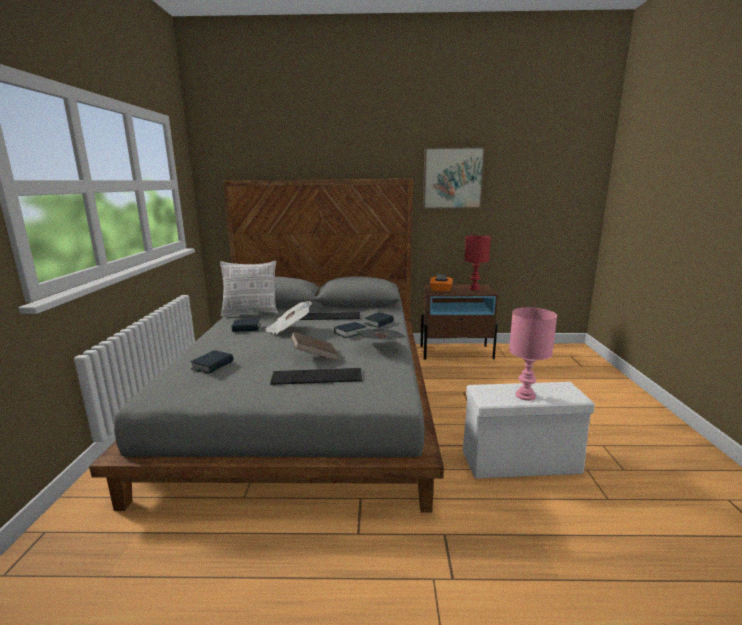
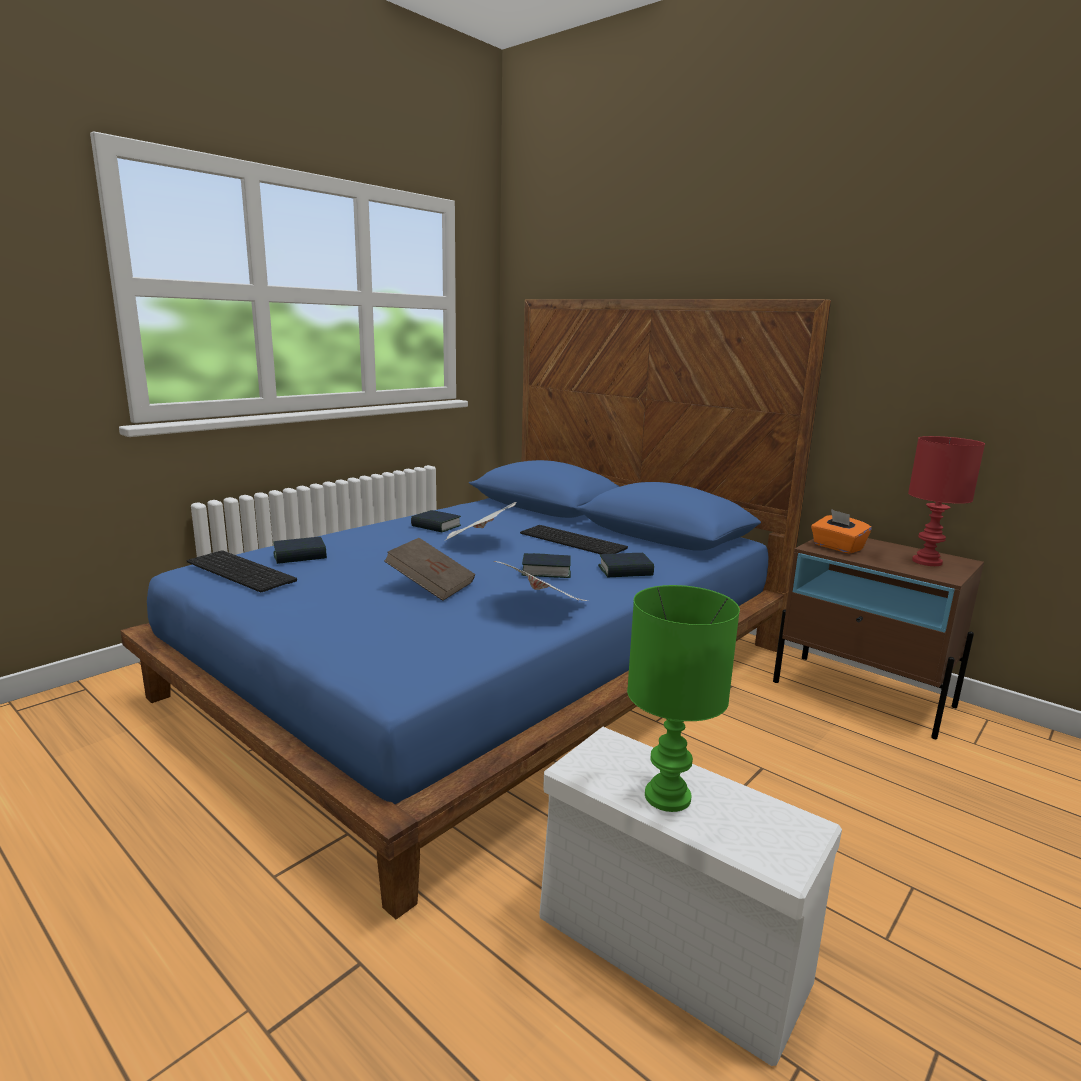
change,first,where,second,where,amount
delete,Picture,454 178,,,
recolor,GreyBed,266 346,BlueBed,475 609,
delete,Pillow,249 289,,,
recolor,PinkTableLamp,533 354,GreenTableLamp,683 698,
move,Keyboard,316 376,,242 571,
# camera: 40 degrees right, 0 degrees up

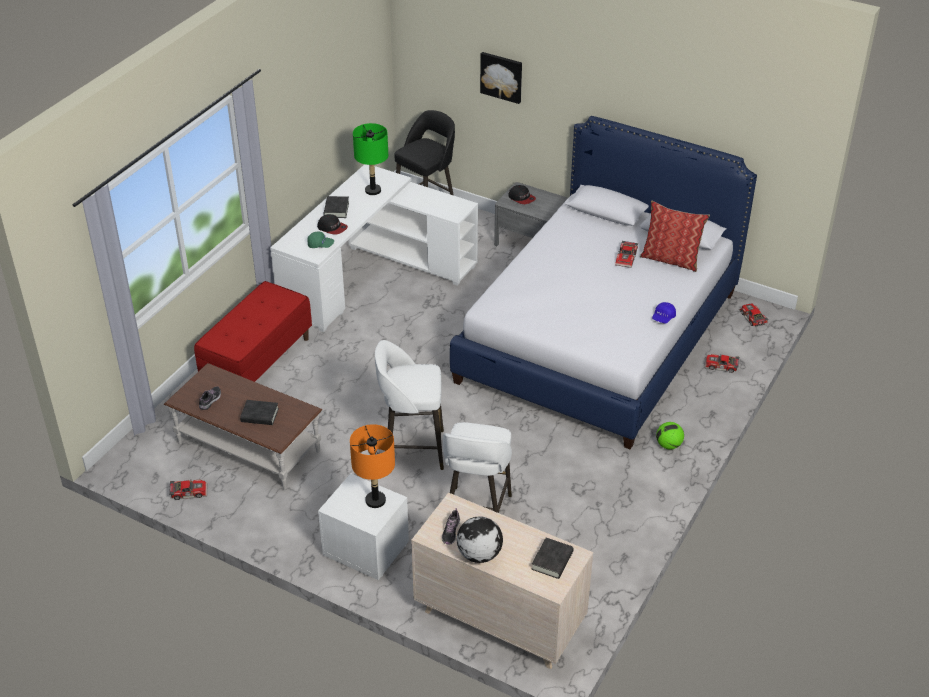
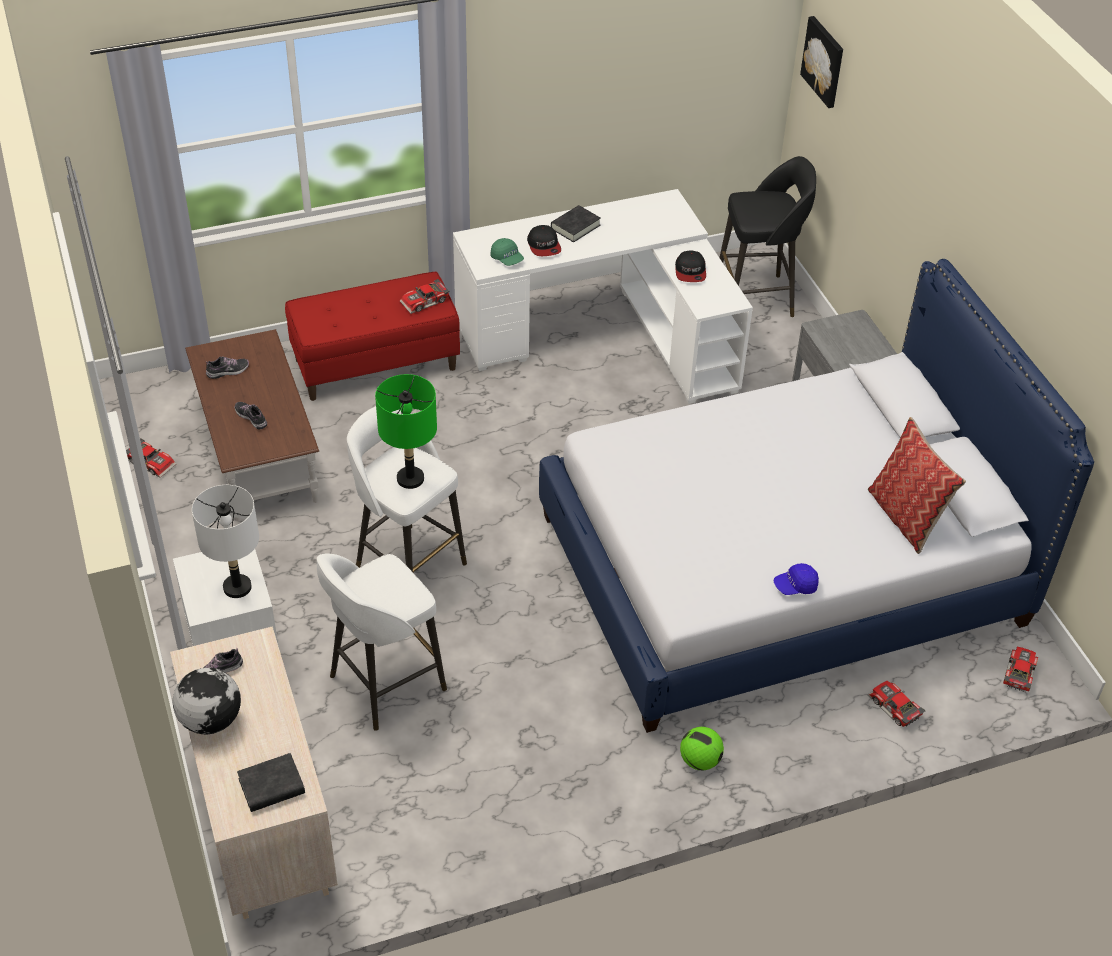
change,first,where,second,where,amount
move,Picture,501 78,,821 62,
move,GreenTableLamp,370 159,,406 431,
move,Cap,522 194,,690 266,
move,ToyCar,626 254,,424 296,
replace,BlackBook,259 412,Shoe,251 416,
recolor,OrangeTableLamp,372 466,WhiteTableLamp,225 541,
# camera: 40 degrees right, 5 degrees up

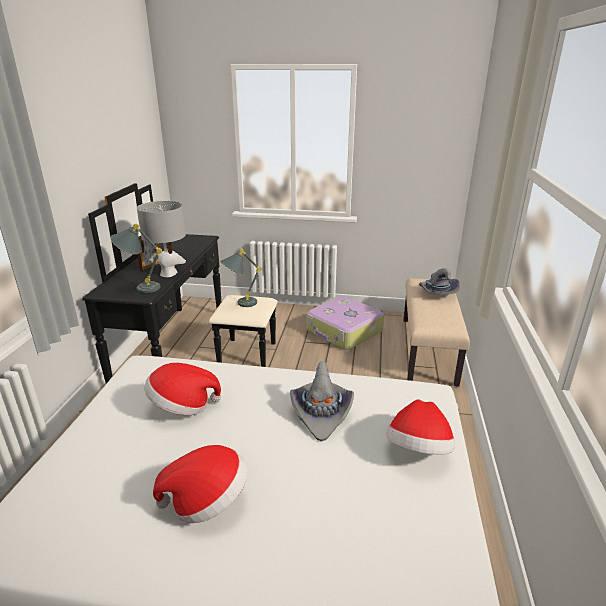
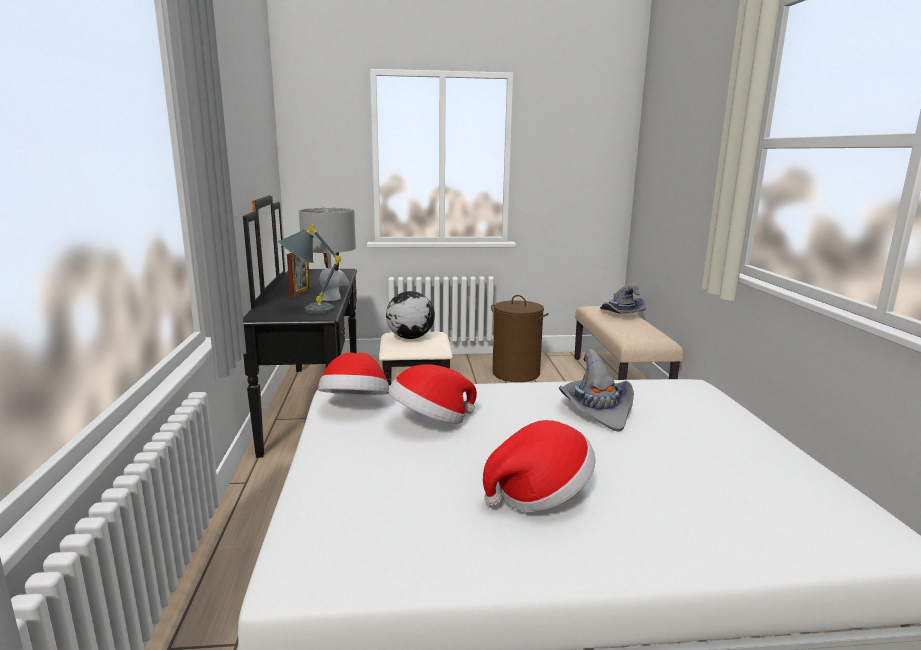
change,first,where,second,where,amount
replace,GreyTableLamp,240 278,Globe,410 315,
replace,Suitcase,345 323,BrownLaundryBasket,520 338,
move,Hat,421 427,,353 373,
# camera: 15 degrees left, 10 degrees down

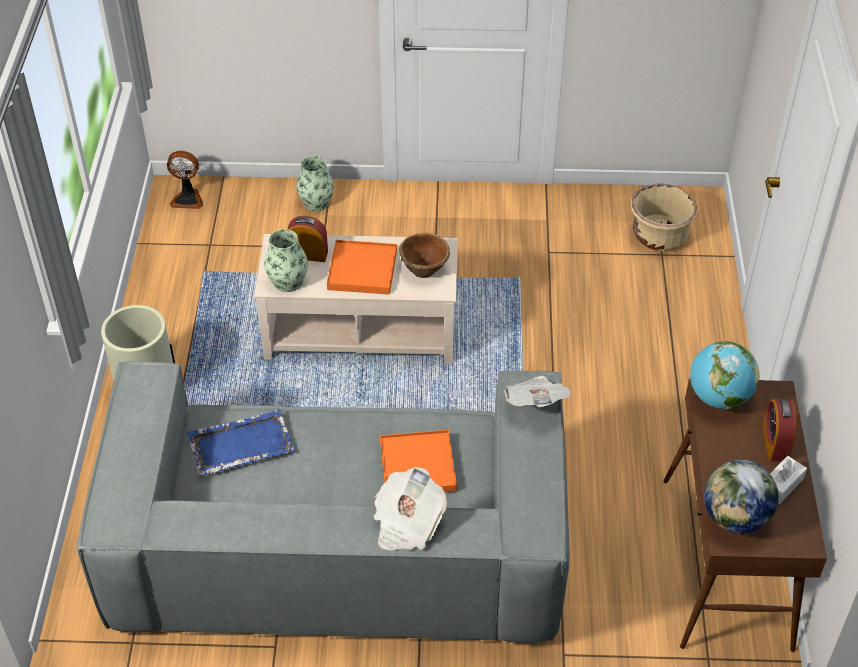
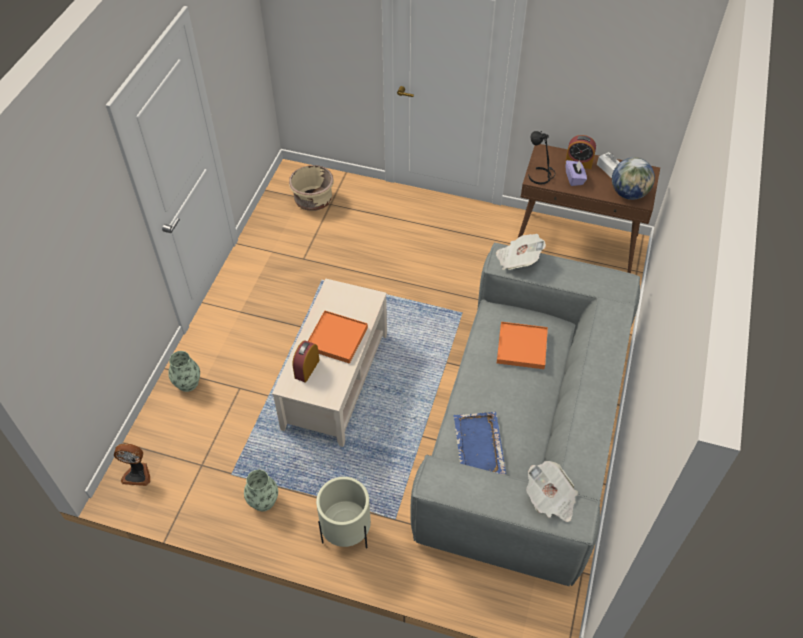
change,first,where,second,where,amount
rotate,Fan,185 180,,132 465,75 degrees clockwise
move,Vase,286 260,,261 490,
delete,BrownBowl,424 255,,,
replace,Globe,725 375,BlackTableLamp,542 158,
move,Newspaper,410 508,,552 491,
insert,,,PurpleTissueBox,576 173,
# camera: 75 degrees left, 5 degrees up

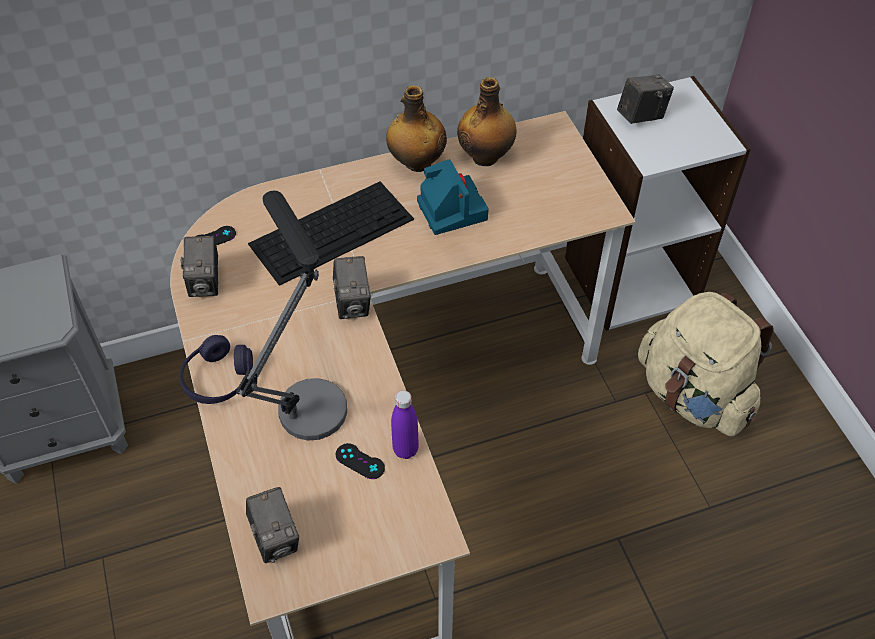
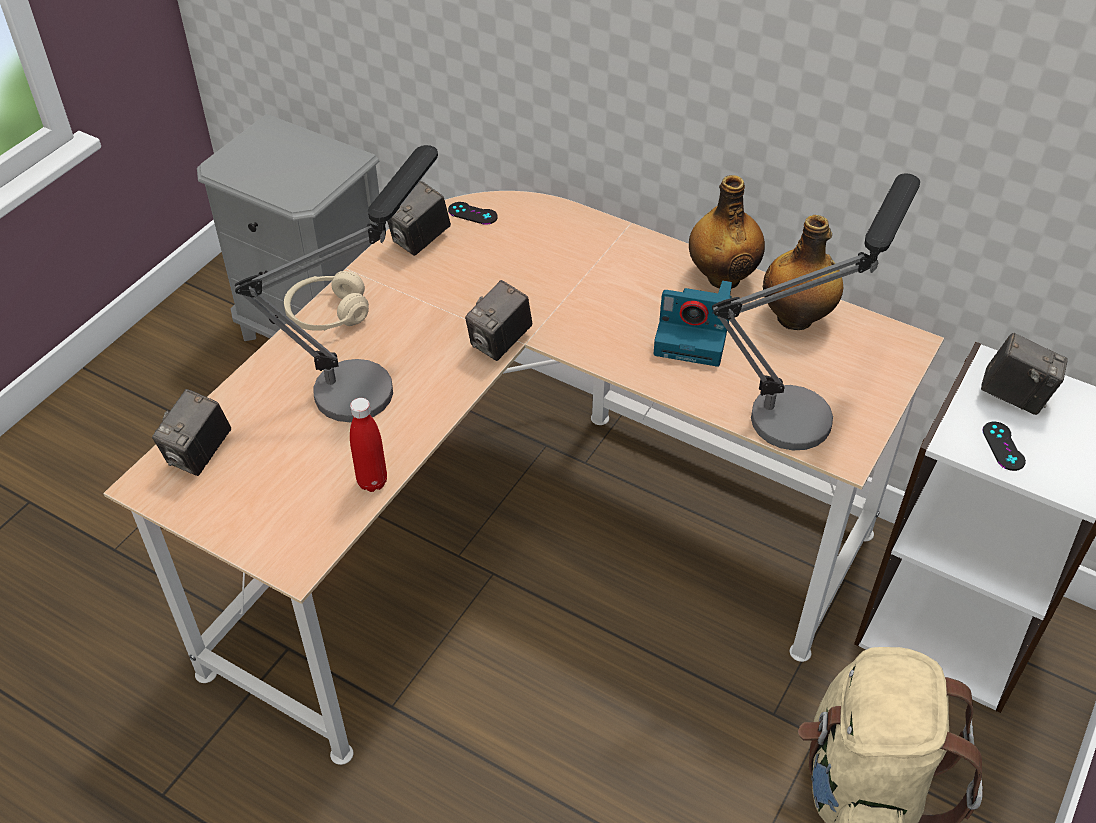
change,first,where,second,where,amount
rotate,PhotoCamera,452 197,,692 324,75 degrees clockwise
delete,Keyboard,331 234,,,
recolor,PurpleHeadphones,216 369,BeigeHeadphones,326 301,
recolor,PurpleBottle,405 424,RedBottle,368 445,
move,BlackGameController,360 461,,1004 446,
insert,,,TableLamp,816 311,
# camera: 50 degrees right, 5 degrees down

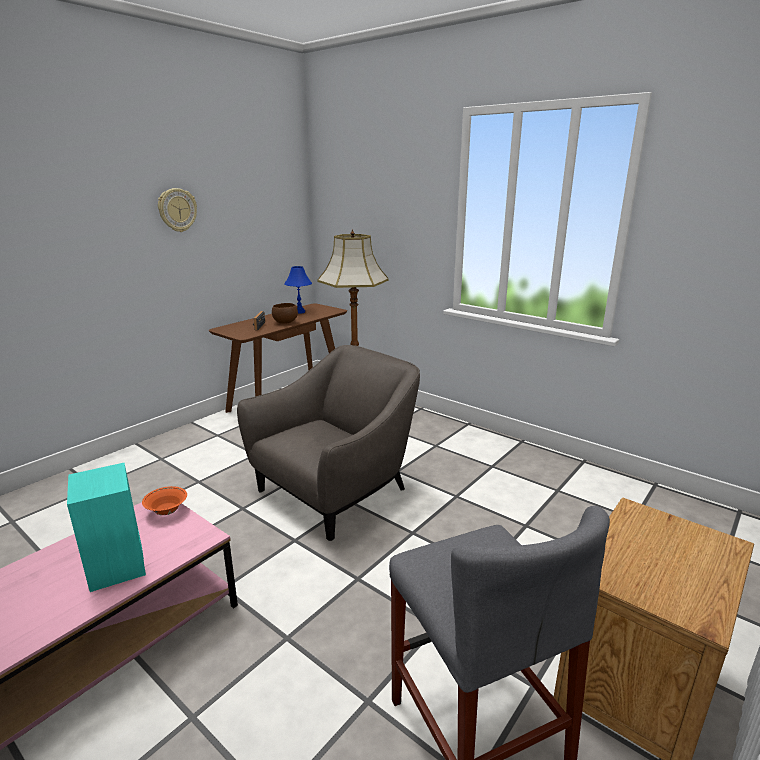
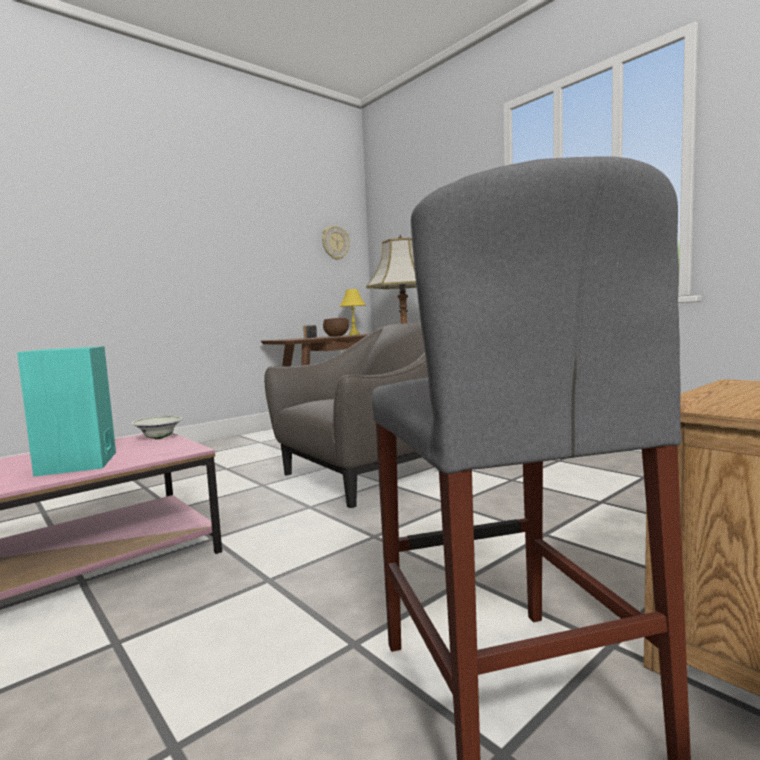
change,first,where,second,where,amount
move,WallClock,177 210,,336 243,
recolor,BlueTableLamp,298 290,YellowTableLamp,352 312,
recolor,OrangeBowl,164 500,WhiteBowl,157 427,
# camera: 10 degrees right, 15 degrees down

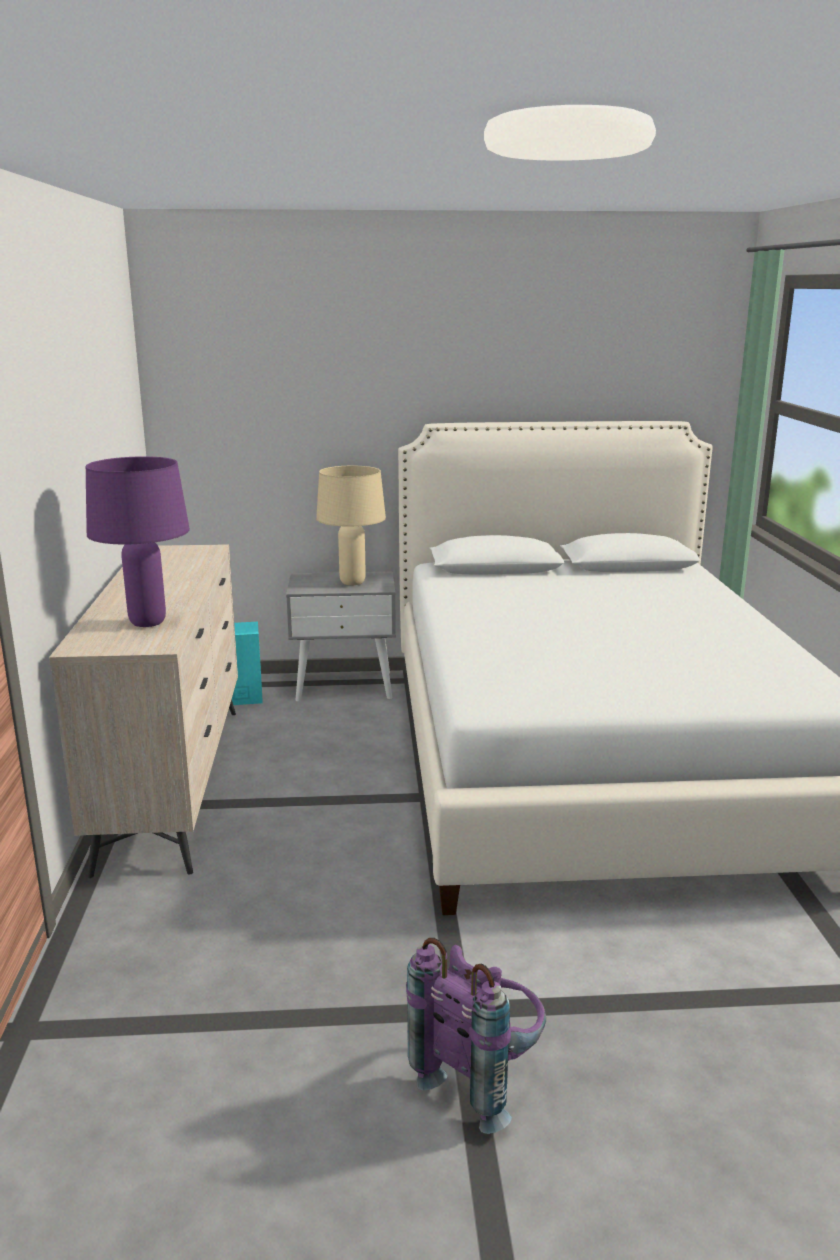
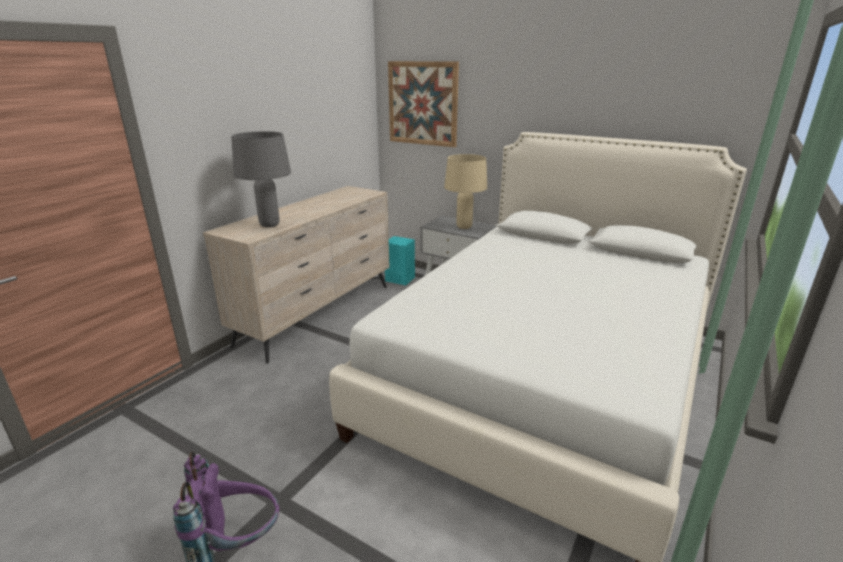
change,first,where,second,where,amount
recolor,PurpleTableLamp,138 541,GreyTableLamp,261 179,
insert,,,Picture,423 104,
# camera: 35 degrees right, 5 degrees up

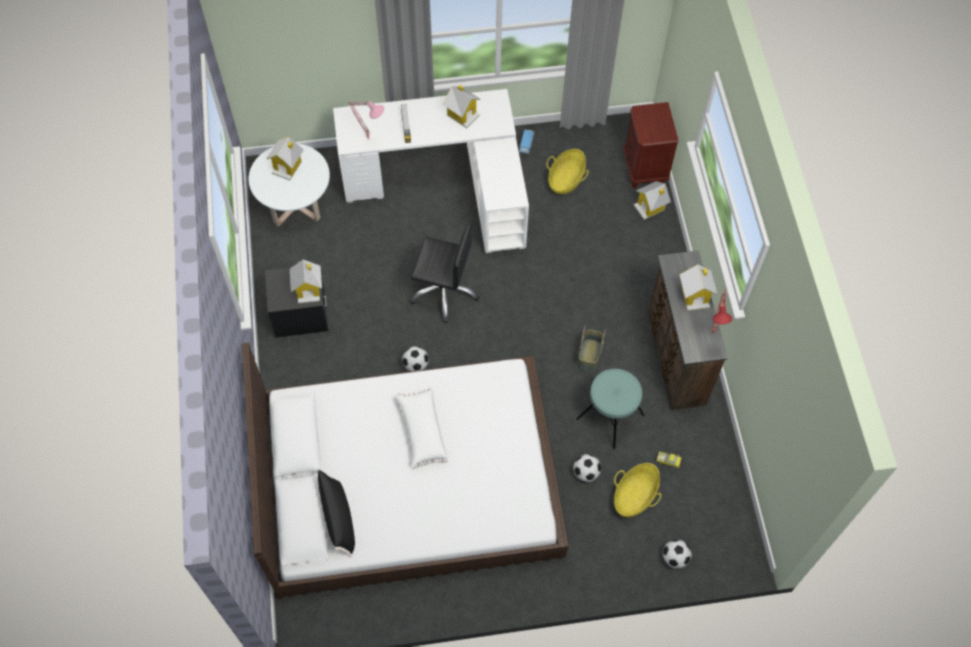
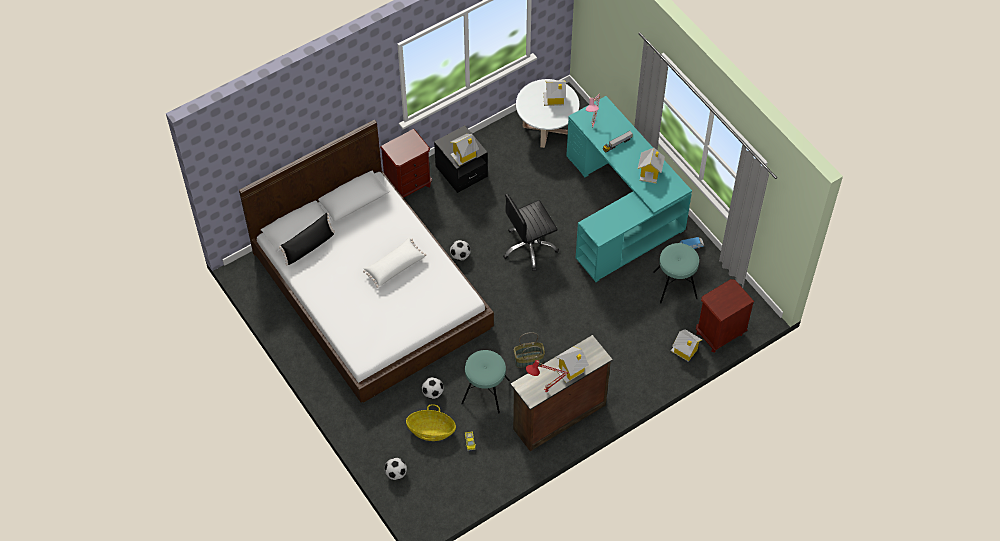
change,first,where,second,where,amount
recolor,WhiteDesk,431 171,TurquoiseDesk,629 189,
replace,Basket,568 171,TurquoiseStool,676 273,
rotate,BlackOfficeChair,444 273,,531 232,75 degrees clockwise
insert,,,BrownNightstand,406 163,
# camera: 65 degrees right, 5 degrees down

